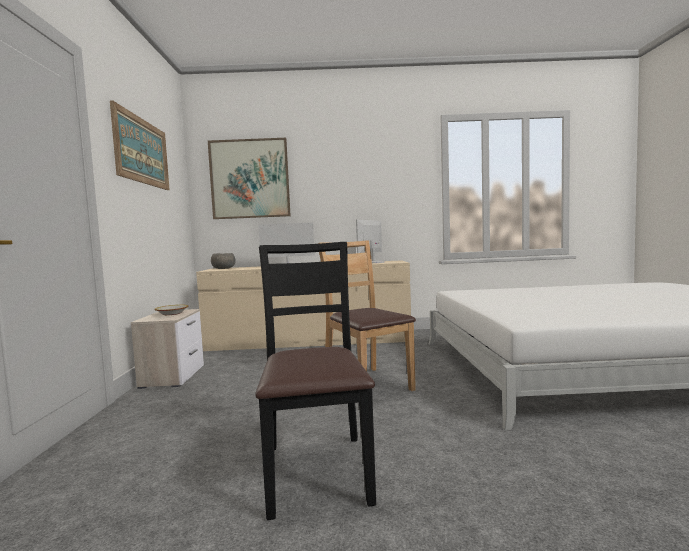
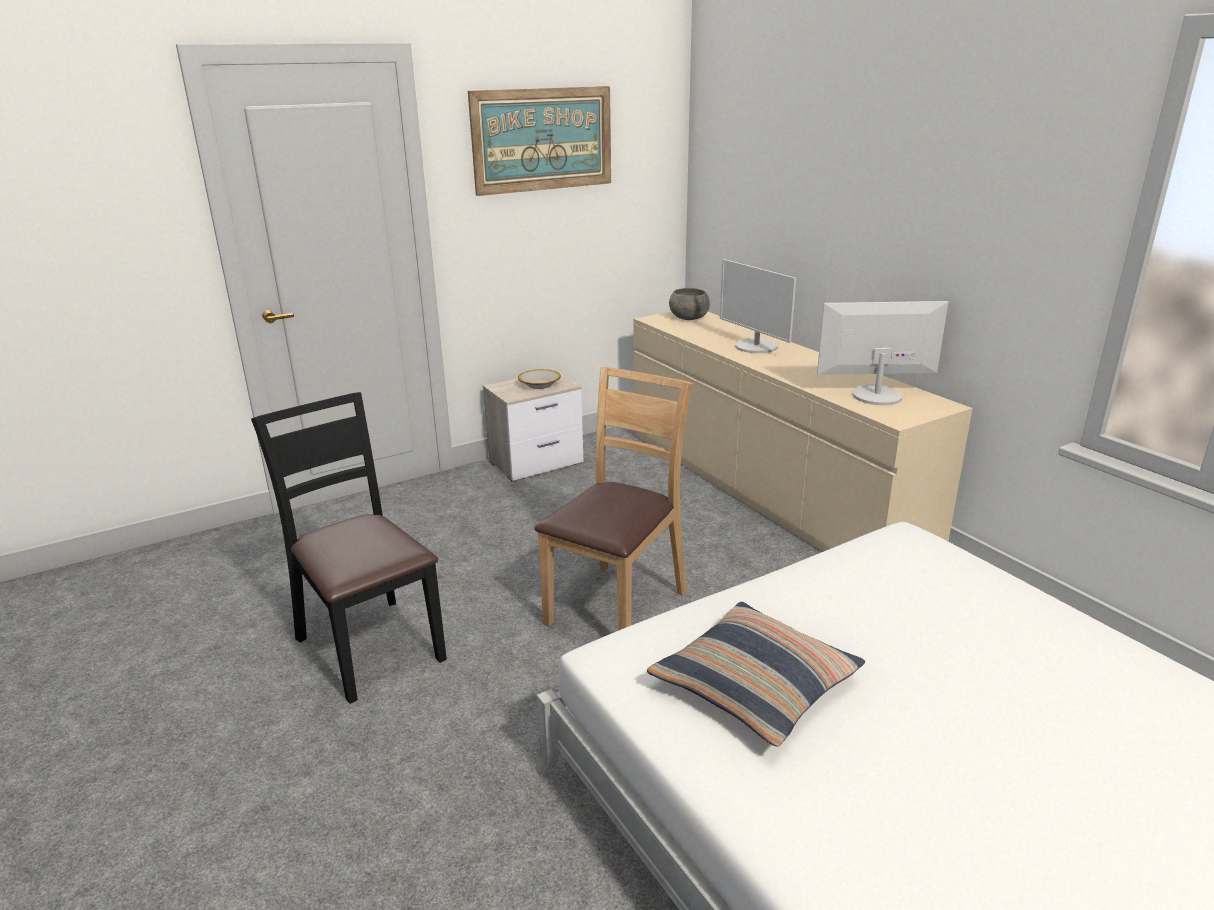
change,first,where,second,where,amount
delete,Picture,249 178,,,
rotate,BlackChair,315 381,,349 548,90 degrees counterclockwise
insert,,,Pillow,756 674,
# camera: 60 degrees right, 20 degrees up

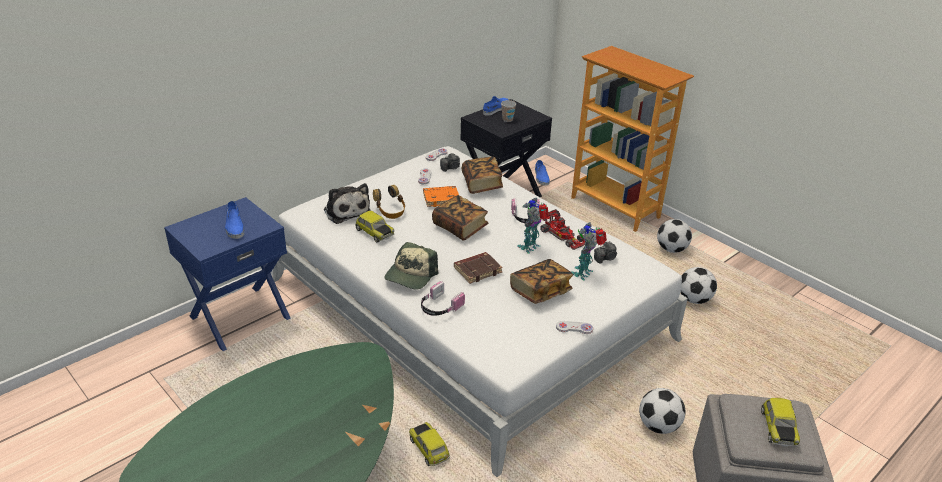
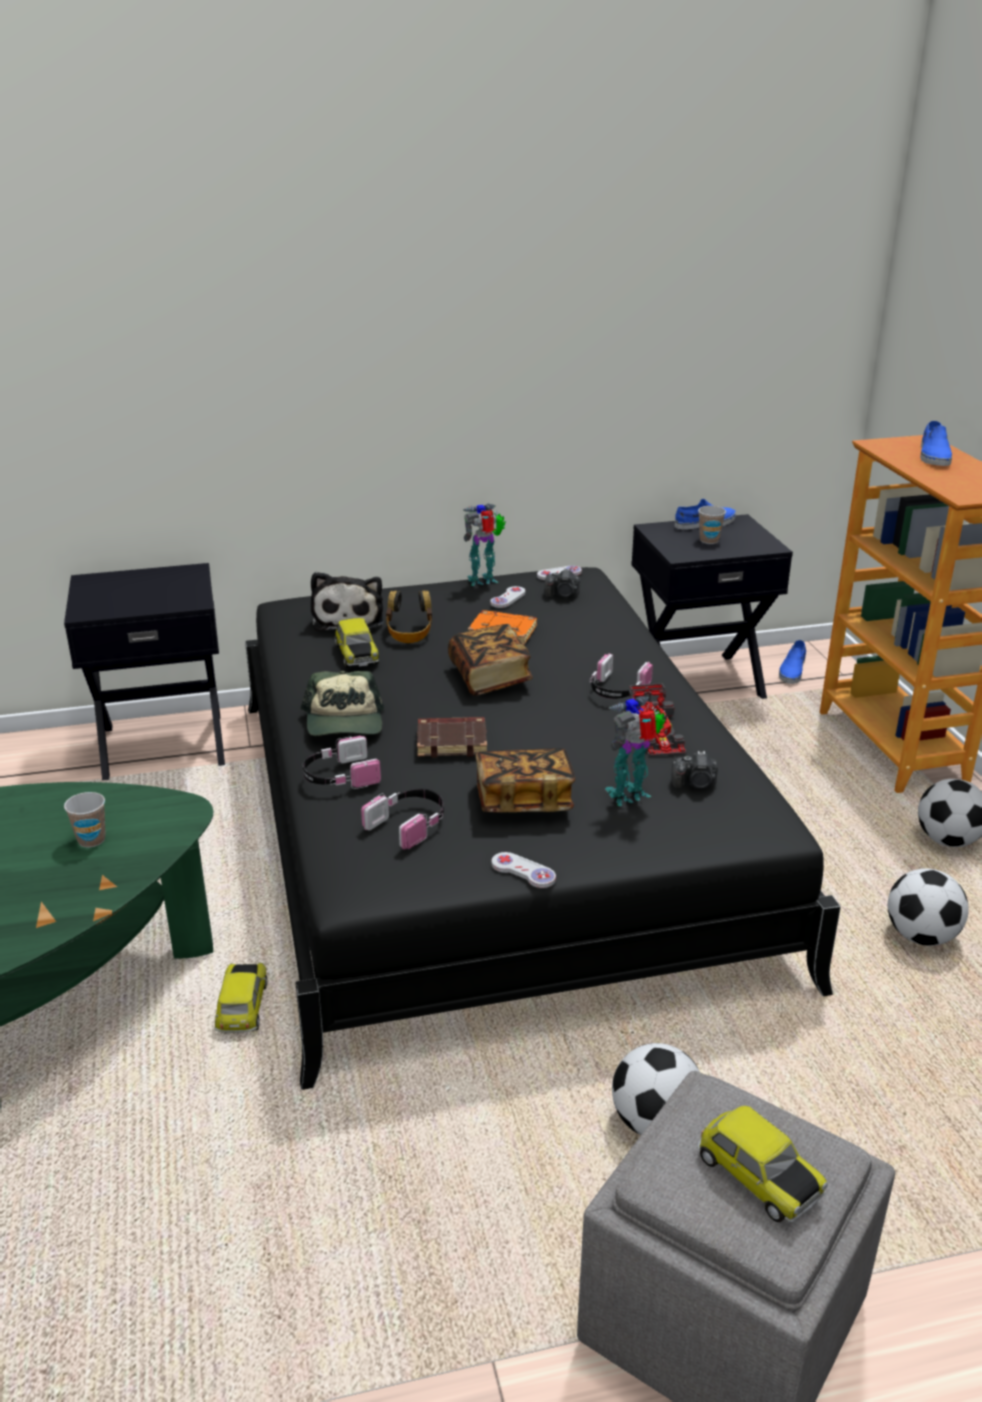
change,first,where,second,where,amount
recolor,WhiteBed,480 311,BlackBed,543 828,
delete,Book,482 175,,,
recolor,BlueNightstand,227 274,BlackNightstand,144 672,
move,ToyRobot,533 226,,484 545,
move,BlueShoe,234 220,,936 443,
rotate,Cap,411 265,,342 703,60 degrees counterclockwise
rotate,ToyCar,780 422,,762 1164,75 degrees counterclockwise
insert,,,Headphones,402 819,
insert,,,Cup,85 820,
# camera: 30 degrees right, 5 degrees down

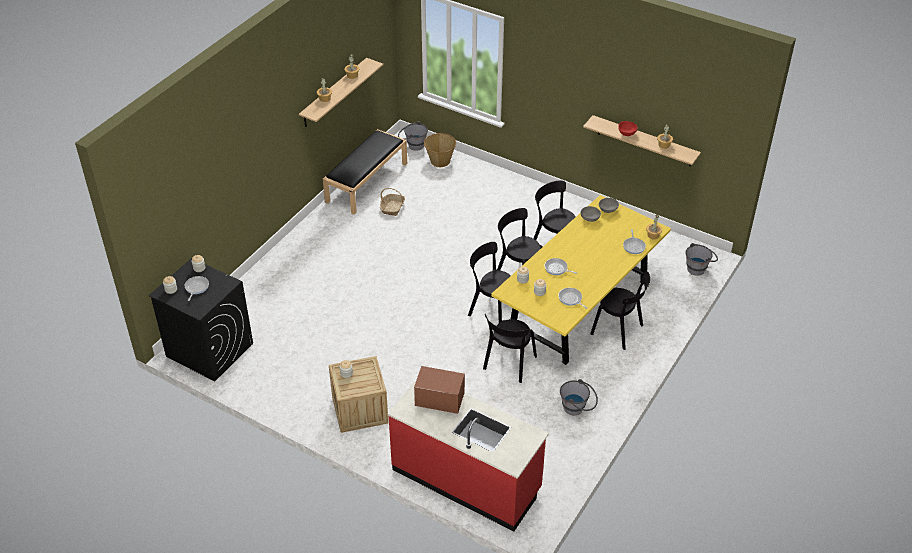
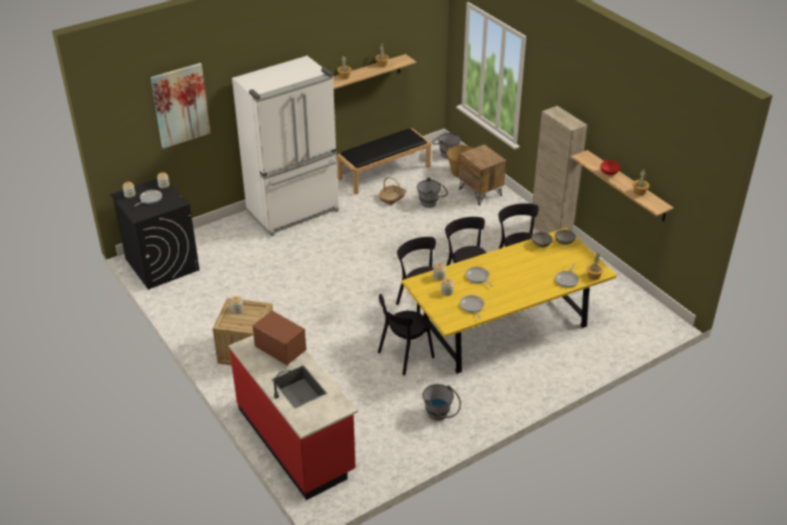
change,first,where,second,where,amount
move,GreyBucket,701 259,,432 192,
delete,BlackChair,620 310,,,
insert,,,WhiteFridge,285 146,
insert,,,Picture,181 105,
insert,,,BeigeCabinet,558 169,
insert,,,BrownNightstand,482 174,
# camera: 25 degrees right, 5 degrees down

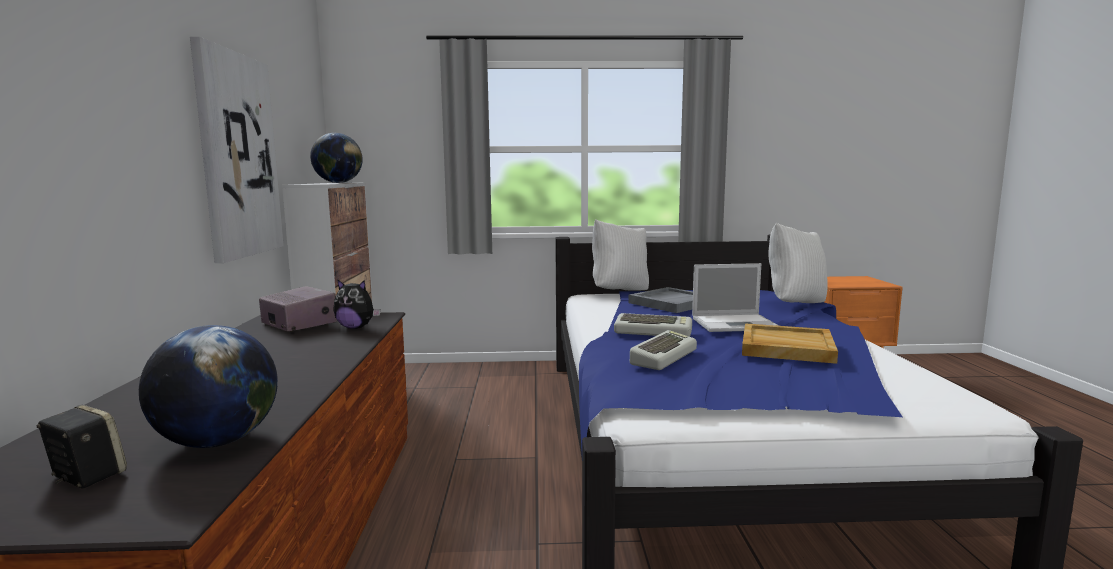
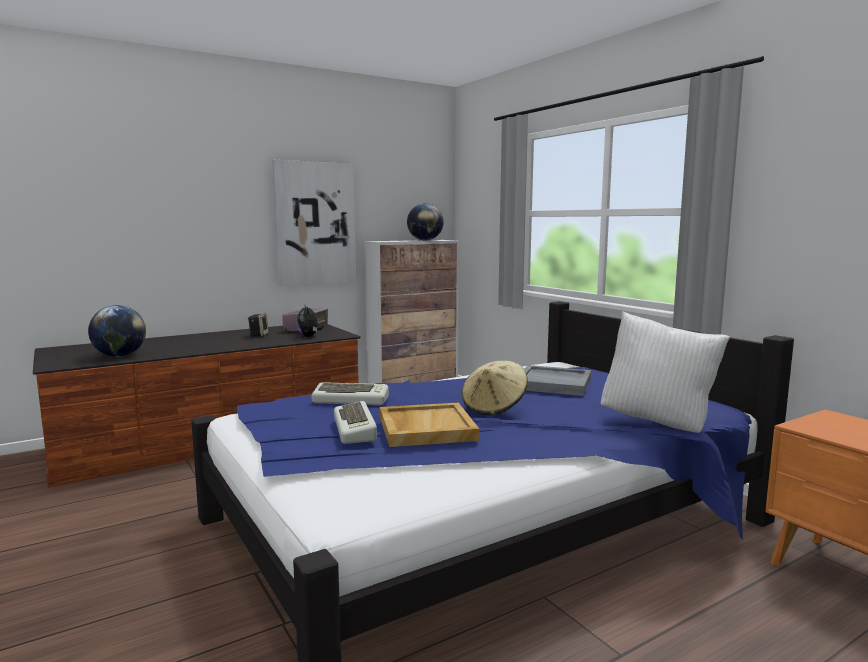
change,first,where,second,where,amount
delete,WhitePillow,620 255,,,
replace,Laptop,735 297,BeigeHat,494 388,
move,Keyboard,653 325,,355 422,
move,Speaker,82 447,,258 325,
# camera: 60 degrees right, 0 degrees up

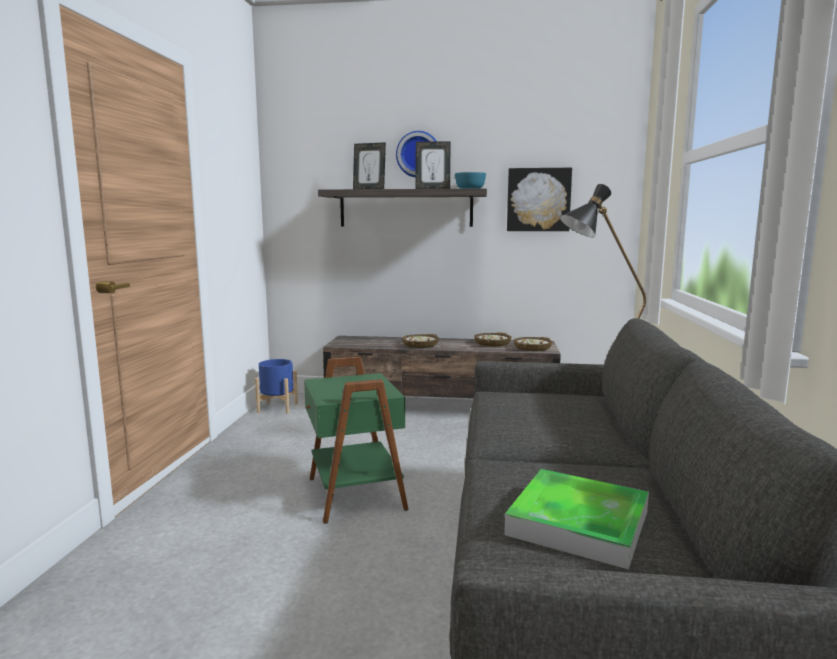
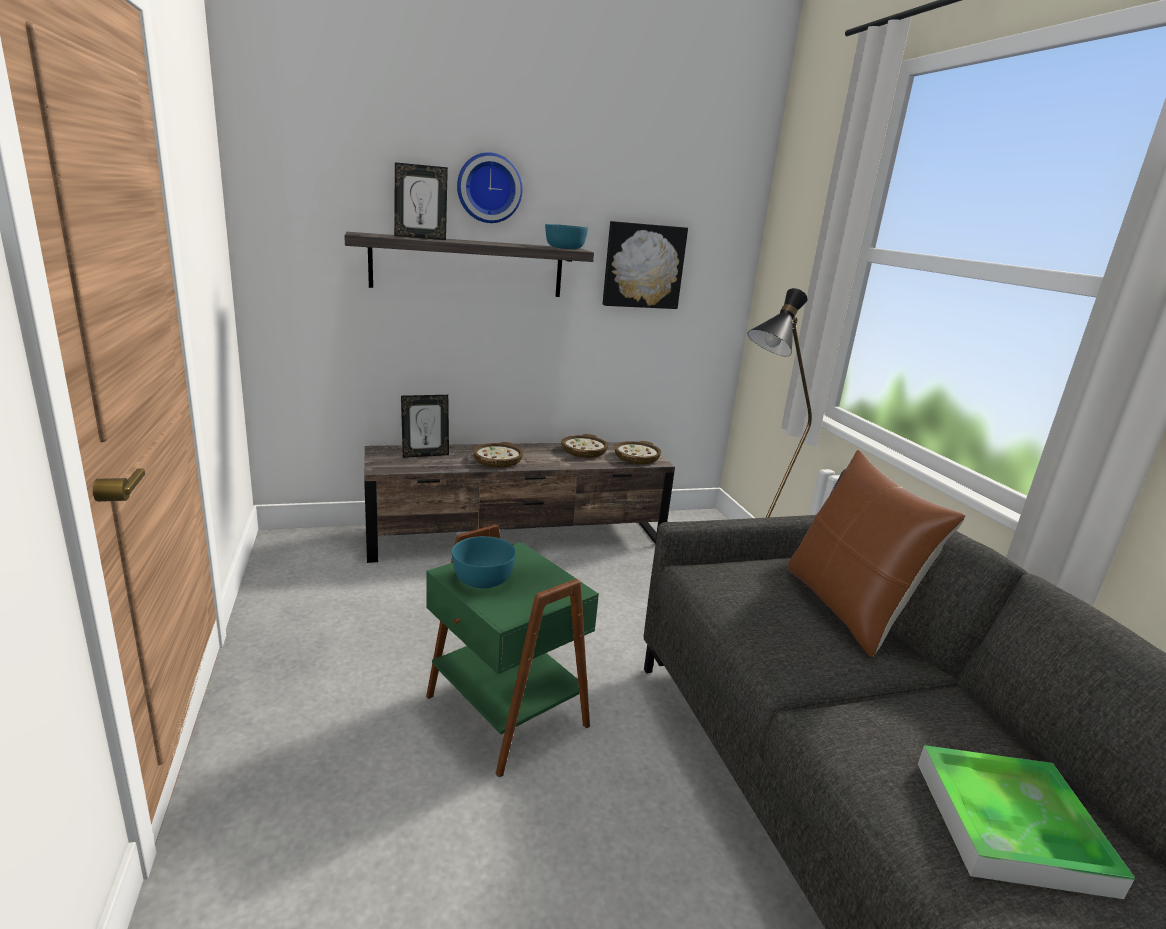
change,first,where,second,where,amount
move,PictureFrame,433 165,,425 426,
delete,BluePlanter,276 386,,,
insert,,,BrownPillow,876 553,
insert,,,TurquoiseBowl,484 562,
# camera: 25 degrees left, 10 degrees up

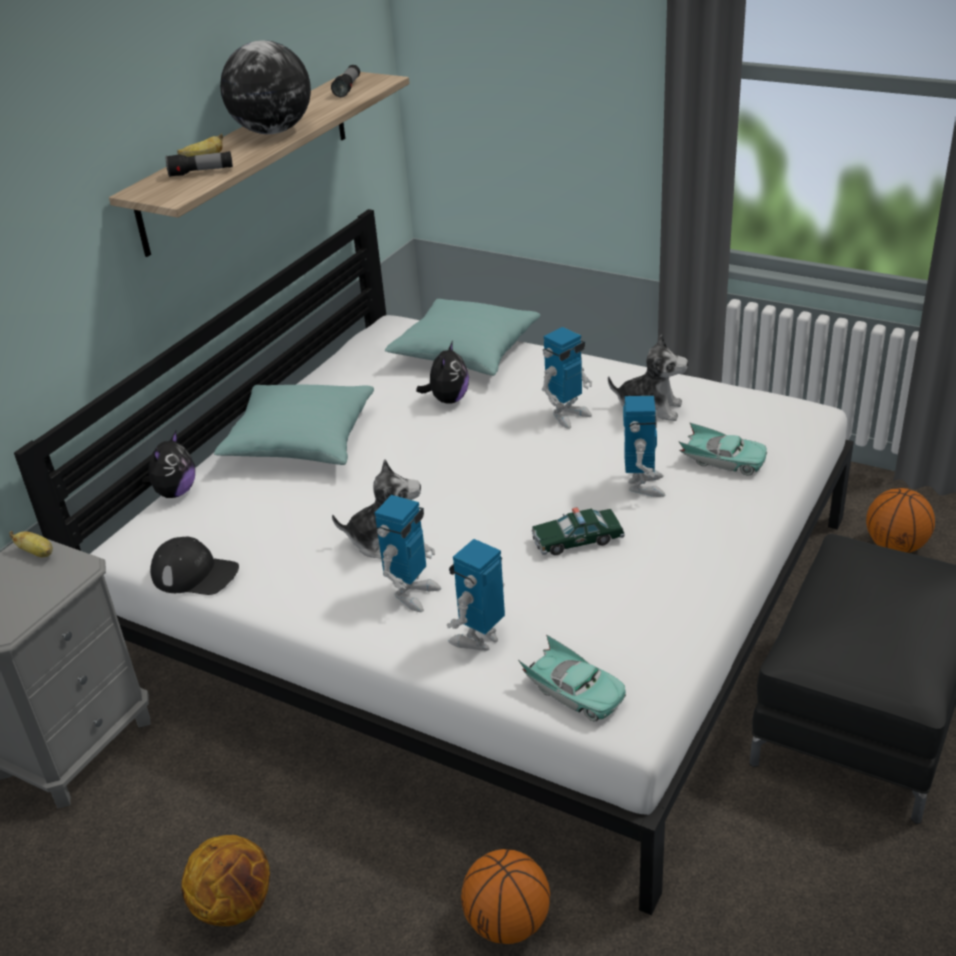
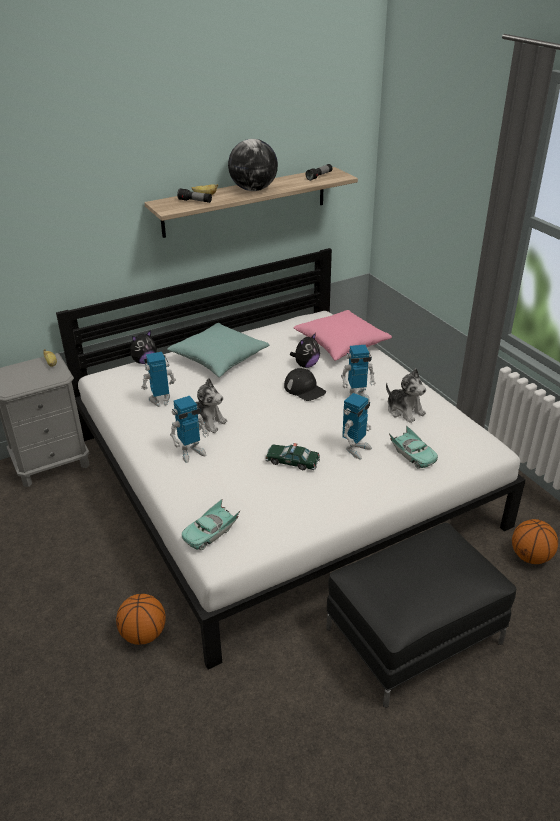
change,first,where,second,where,amount
recolor,TurquoisePillow,462 337,PinkPillow,342 335,
move,BlackCap,194 566,,305 384,
move,ToyRobot,476 595,,158 379,
rotate,TurquoiseToyCar,572 678,,211 524,60 degrees clockwise
delete,Basketball,225 880,,,
# camera: 30 degrees right, 0 degrees up

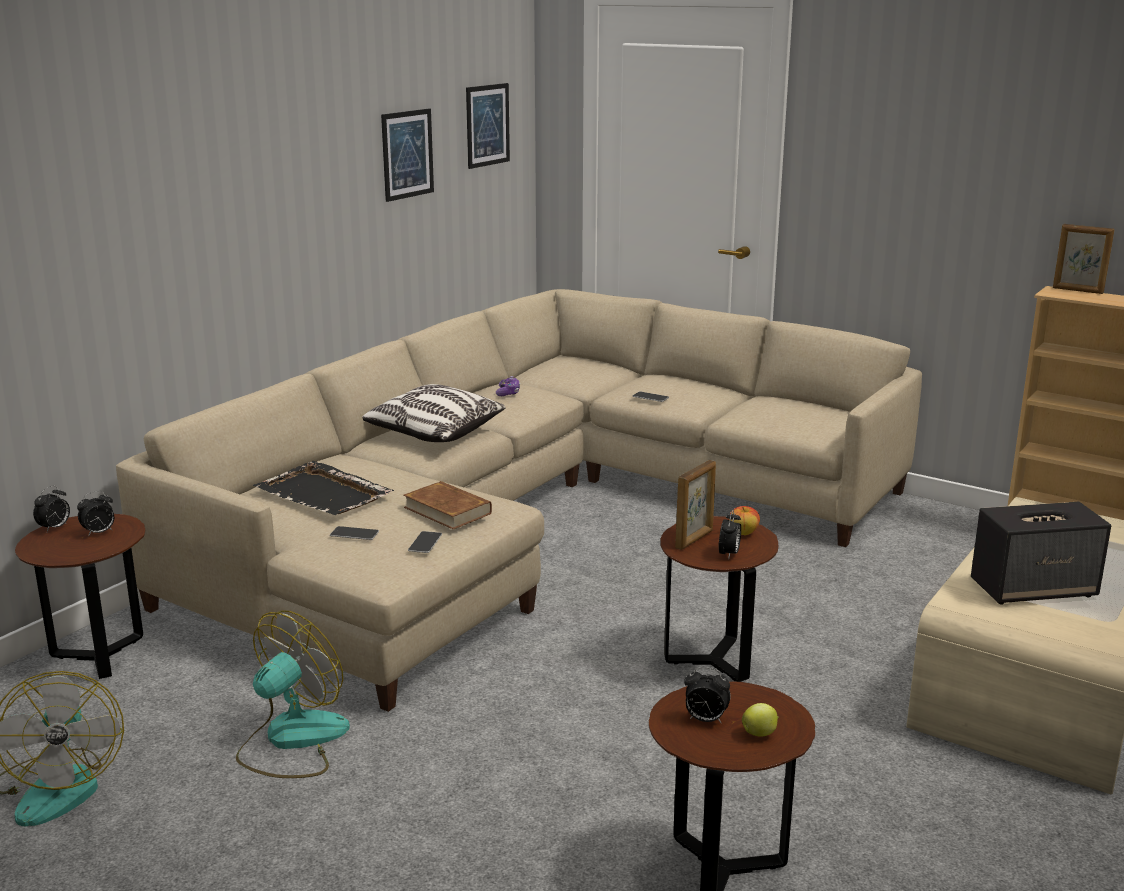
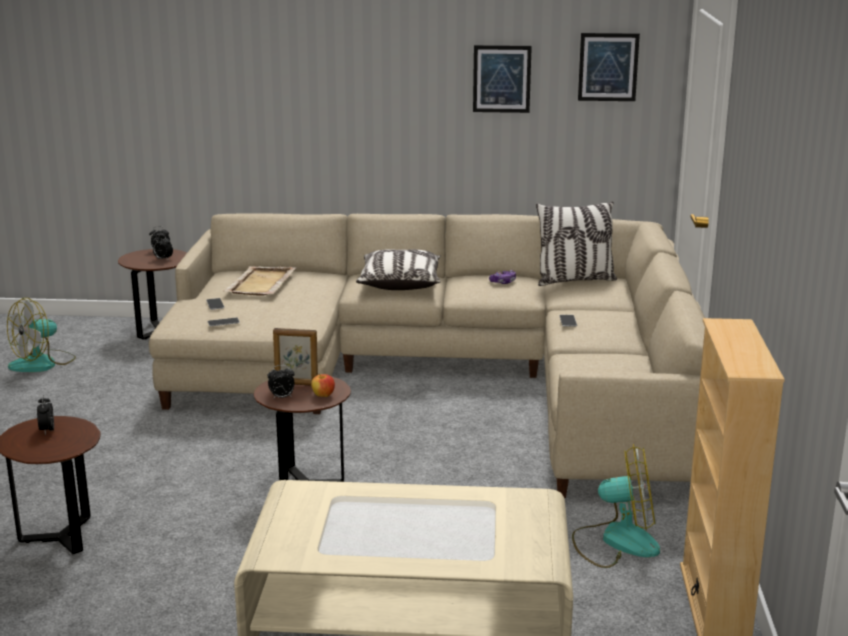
change,first,where,second,where,amount
delete,PictureFrame,1084 259,,,
recolor,BlackTray,323 488,BeigeTray,260 281,
delete,BrownBook,447 505,,,
delete,Speaker,1041 552,,,
move,Fan,293 694,,616 506,
delete,Apple,760 720,,,
insert,,,Pillow,576 244,
# camera: 60 degrees right, 0 degrees up

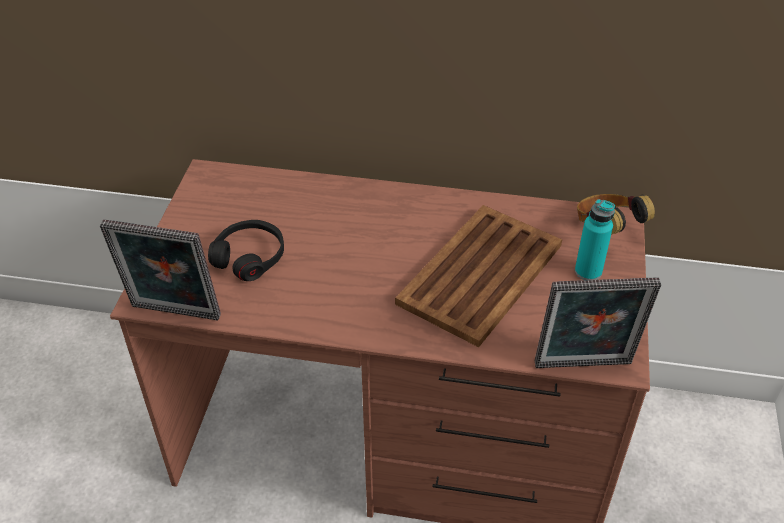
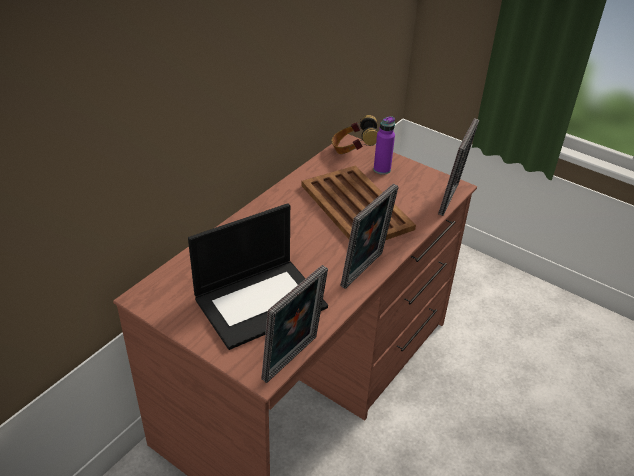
change,first,where,second,where,amount
recolor,TurquoiseBottle,595 239,PurpleBottle,384 145,
replace,BlackHeadphones,246 250,Laptop,258 276,
insert,,,PictureFrame,369 236,
# camera: 65 degrees left, 5 degrees down

